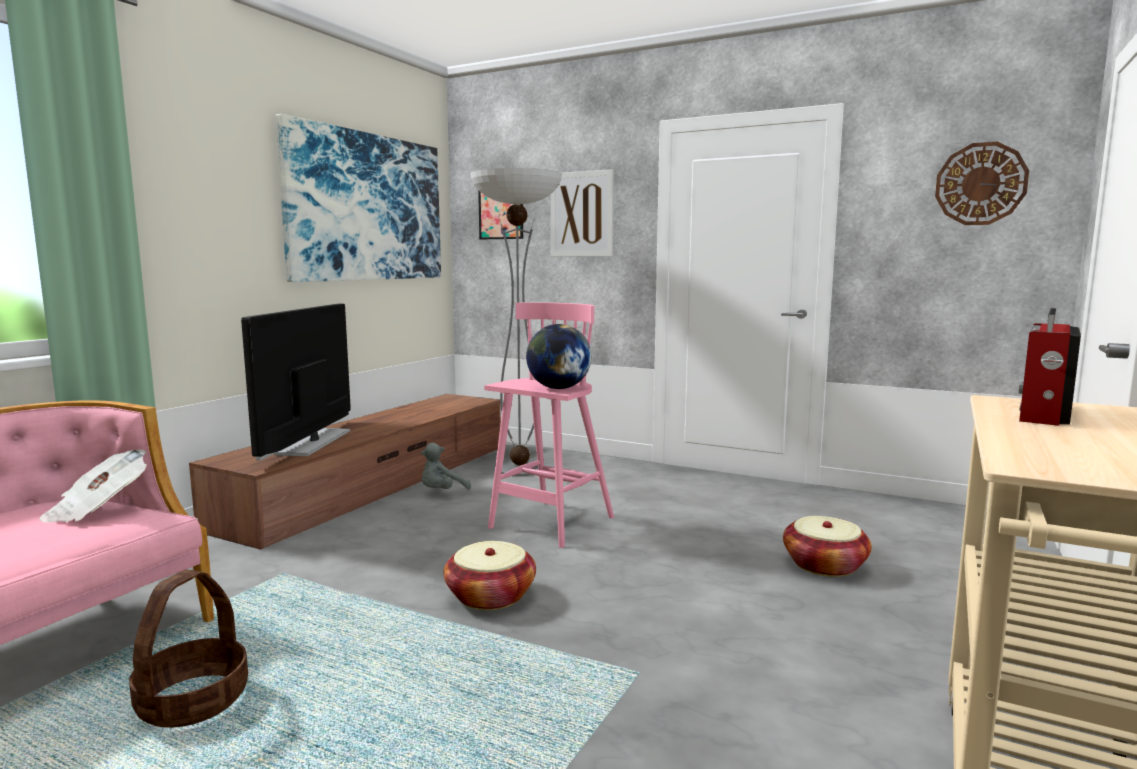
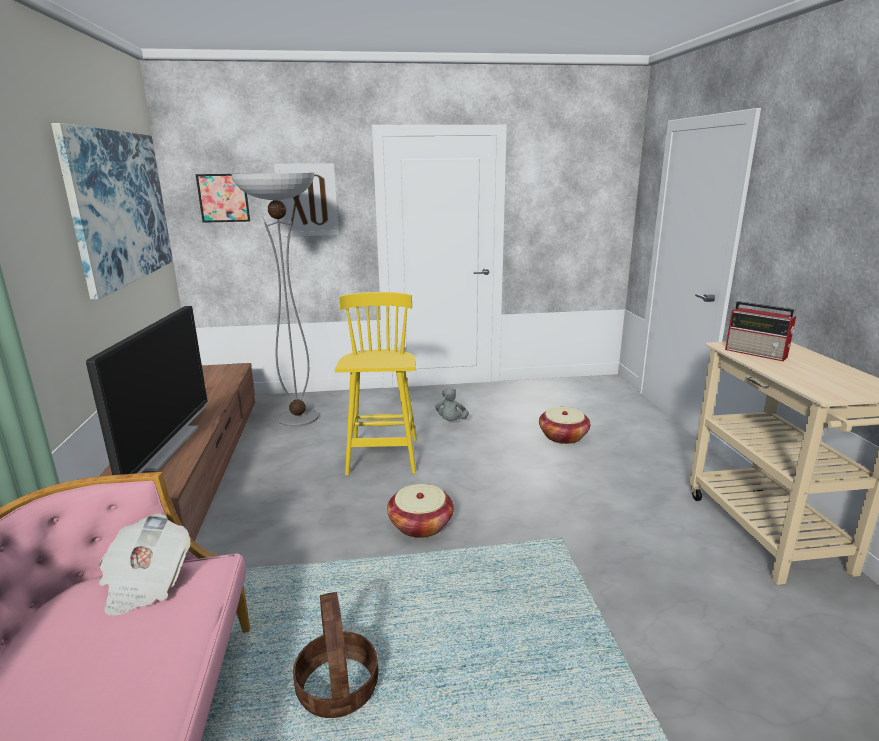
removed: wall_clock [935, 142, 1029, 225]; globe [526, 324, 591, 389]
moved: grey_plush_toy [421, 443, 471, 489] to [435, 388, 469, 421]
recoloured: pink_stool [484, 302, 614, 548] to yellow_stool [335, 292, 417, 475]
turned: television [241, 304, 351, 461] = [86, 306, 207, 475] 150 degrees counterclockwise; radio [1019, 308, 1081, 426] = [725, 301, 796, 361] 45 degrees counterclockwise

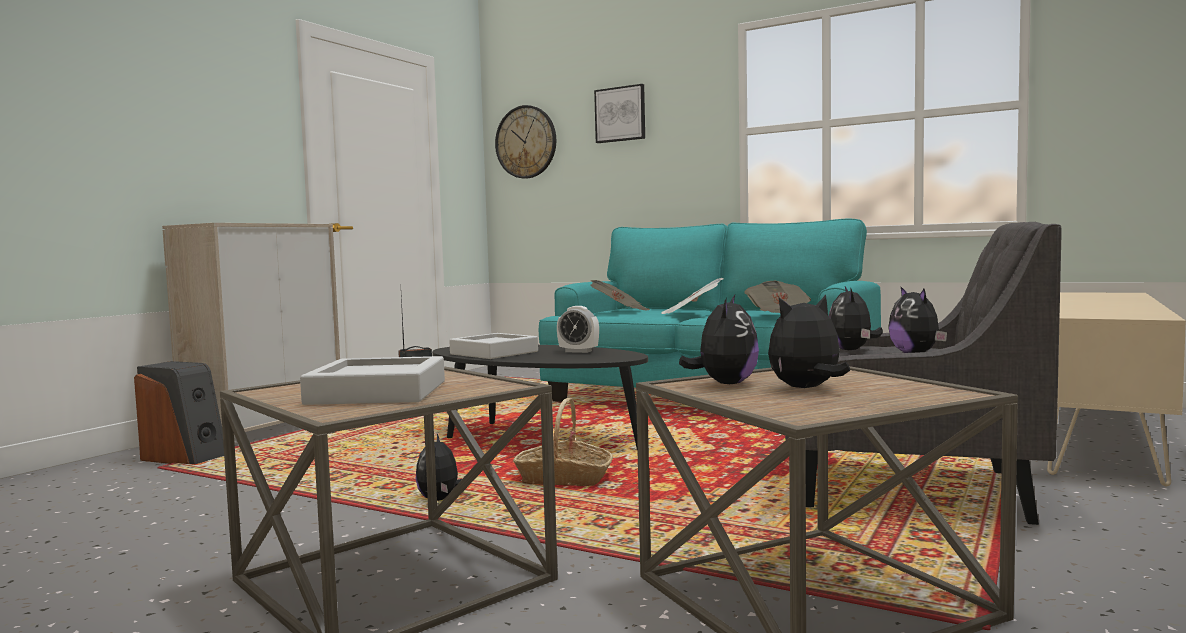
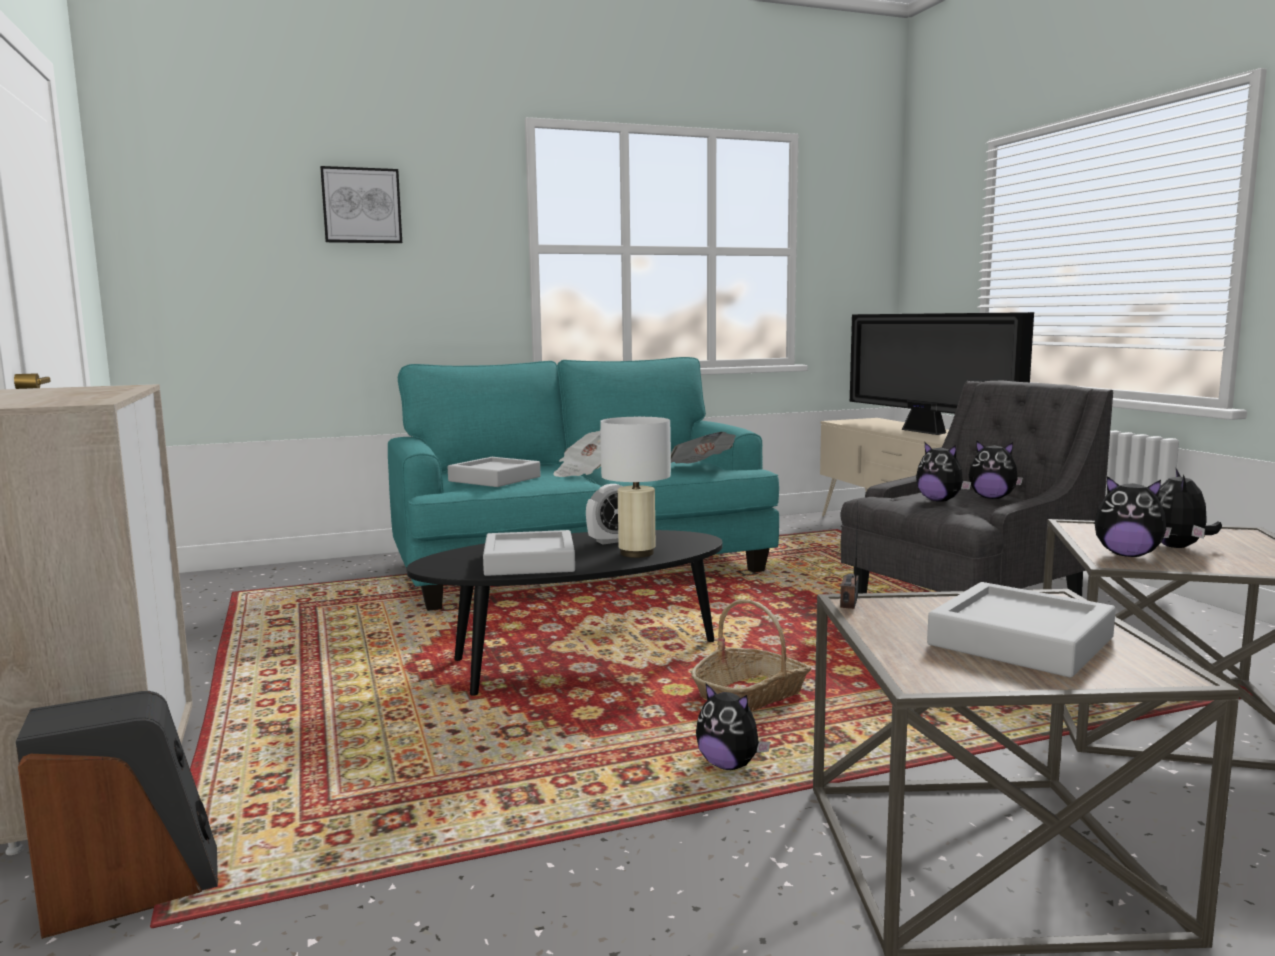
removed: wall_clock [495, 105, 556, 179]
added: television [850, 312, 1034, 435]; white_table_lamp [600, 417, 671, 558]
replaced: newspaper [590, 280, 650, 310] to grey_tray [448, 457, 541, 487]
turned: plush_toy [679, 295, 759, 384] = [1094, 476, 1172, 557] 150 degrees clockwise

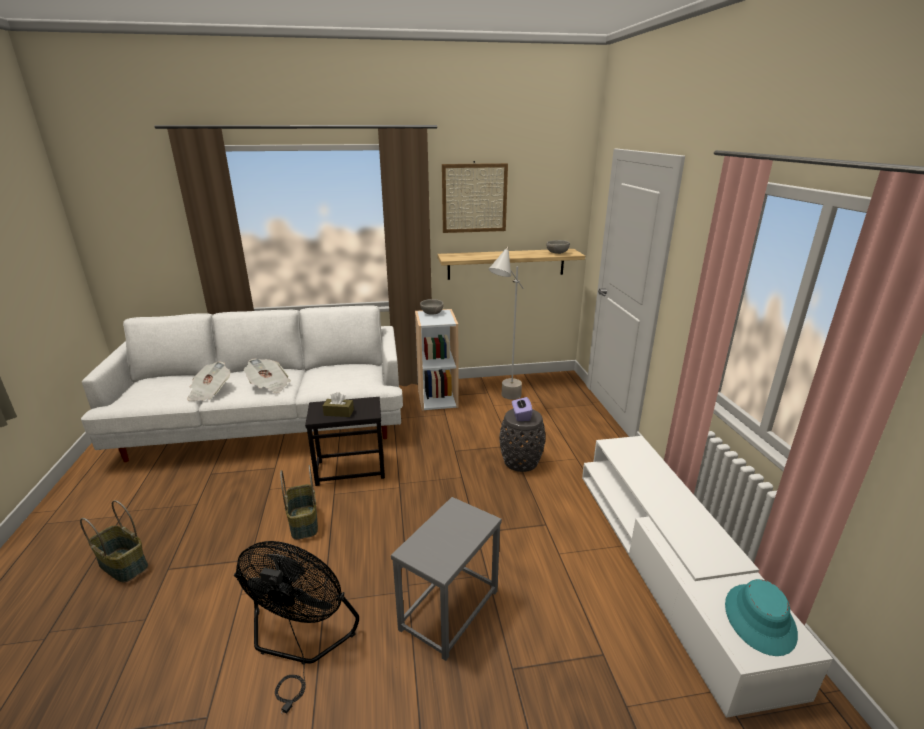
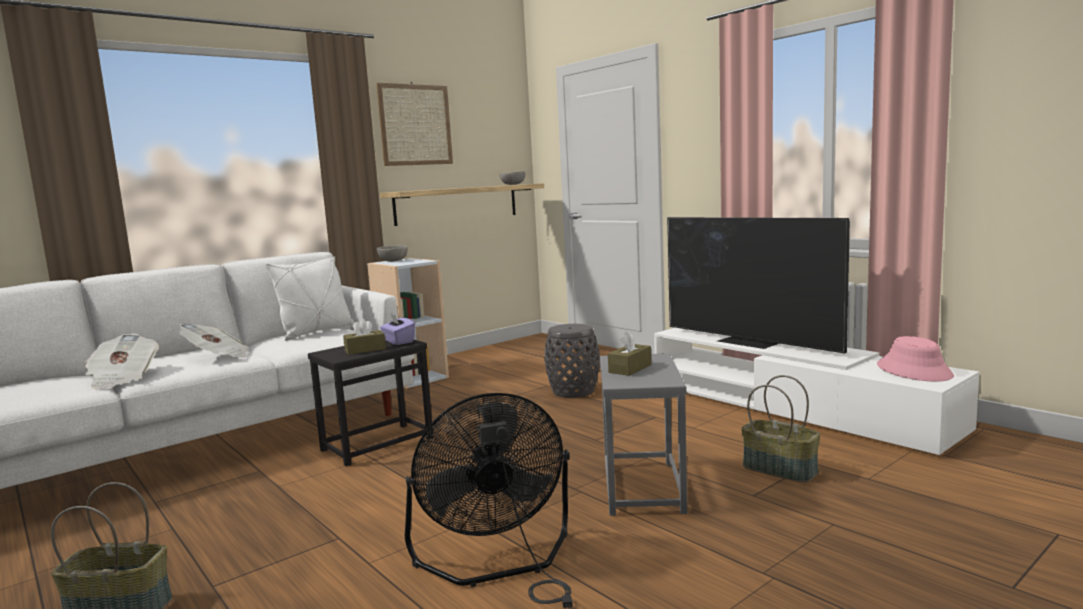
removed: grey_floor_lamp [489, 247, 524, 400]
added: television [667, 217, 850, 353]; white_pillow [265, 256, 354, 341]; brown_tissue_box [608, 331, 651, 376]
moved: purple_tissue_box [512, 397, 533, 421] to [380, 313, 415, 345]; basket [280, 465, 318, 540] to [741, 375, 821, 482]
recoloured: turquoise_hat [725, 579, 798, 656] to pink_hat [877, 336, 954, 382]

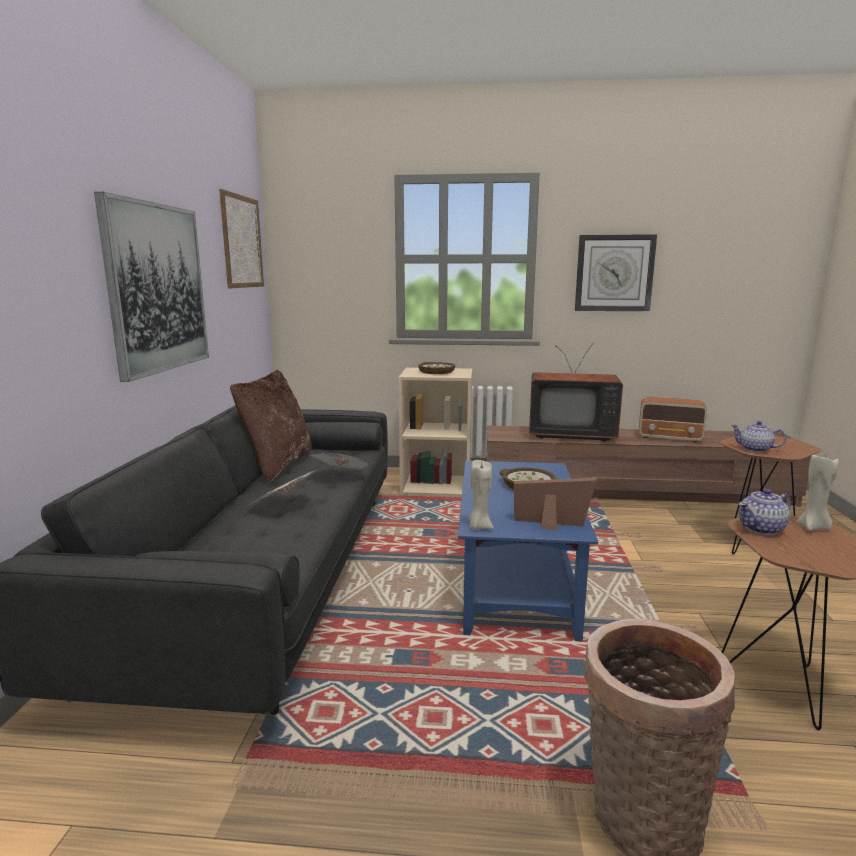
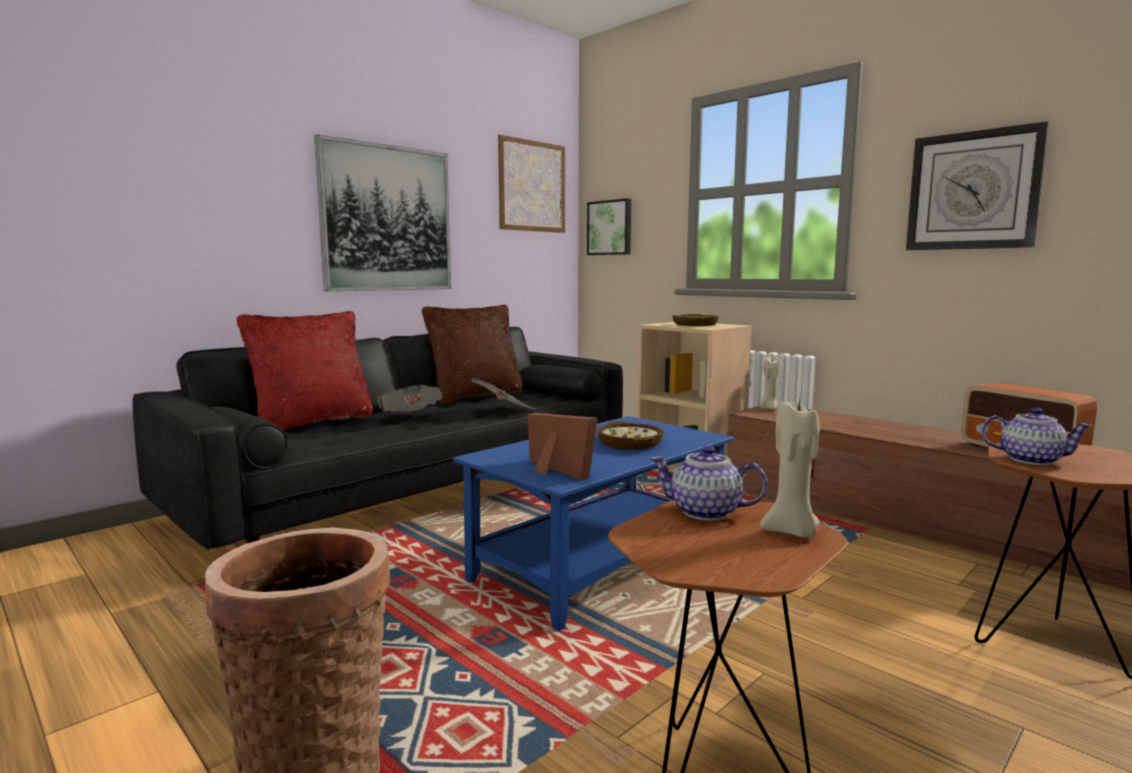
removed: television [529, 344, 623, 442]
added: picture [587, 198, 631, 255]; red_pillow [236, 311, 373, 430]
moved: beige_candle [468, 460, 494, 530] to [760, 356, 781, 410]
turned: teapot [731, 421, 786, 452] = [981, 408, 1092, 465] 135 degrees clockwise

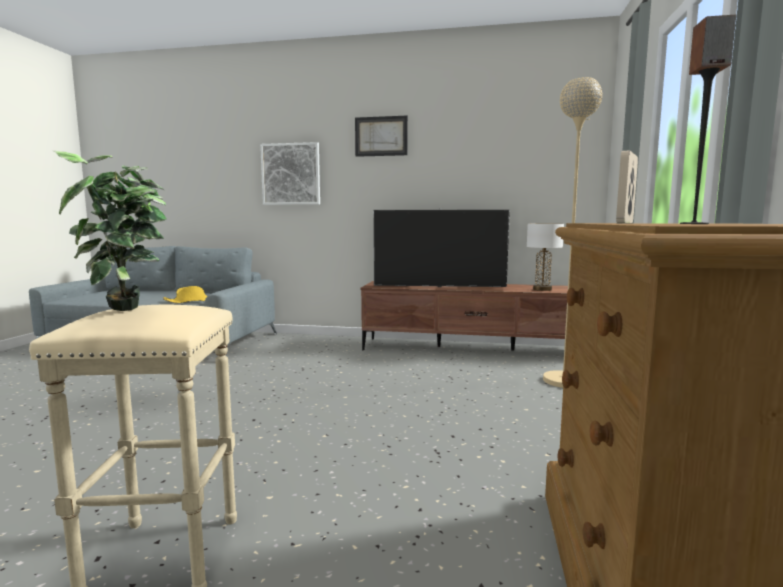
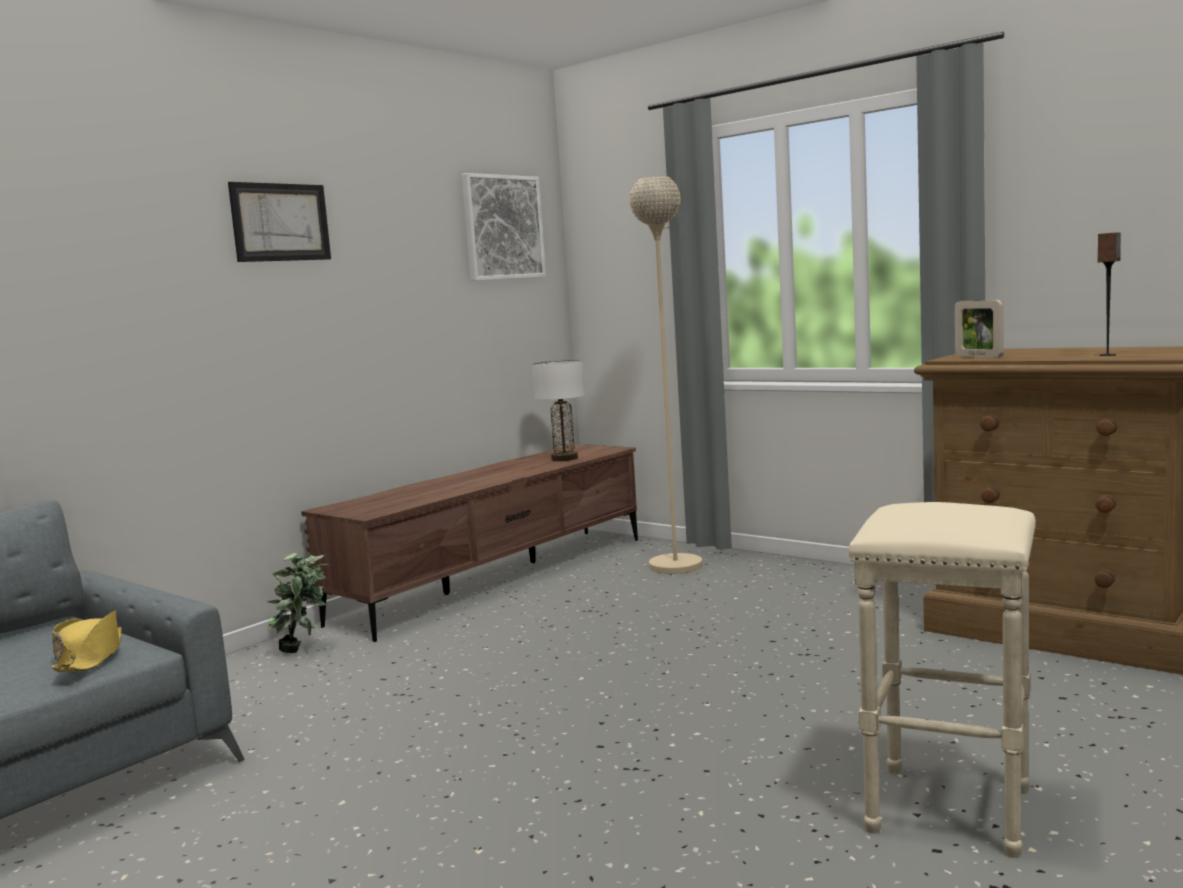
removed: television [373, 208, 510, 287]
moved: picture [260, 142, 320, 205] to [462, 173, 546, 281]; potted_plant [54, 151, 167, 311] to [267, 553, 329, 653]

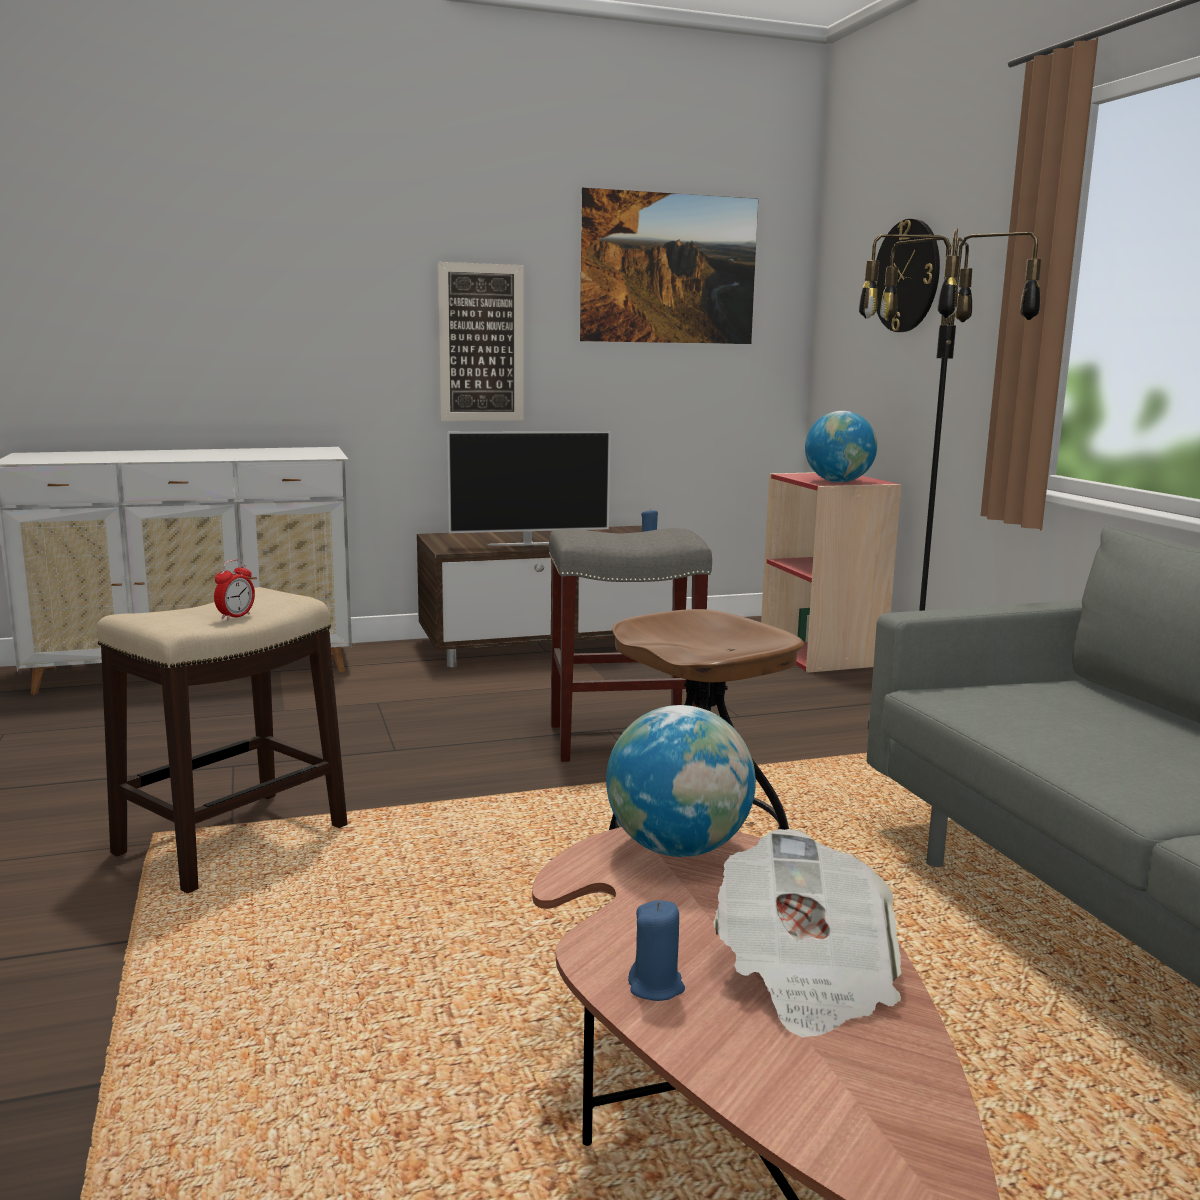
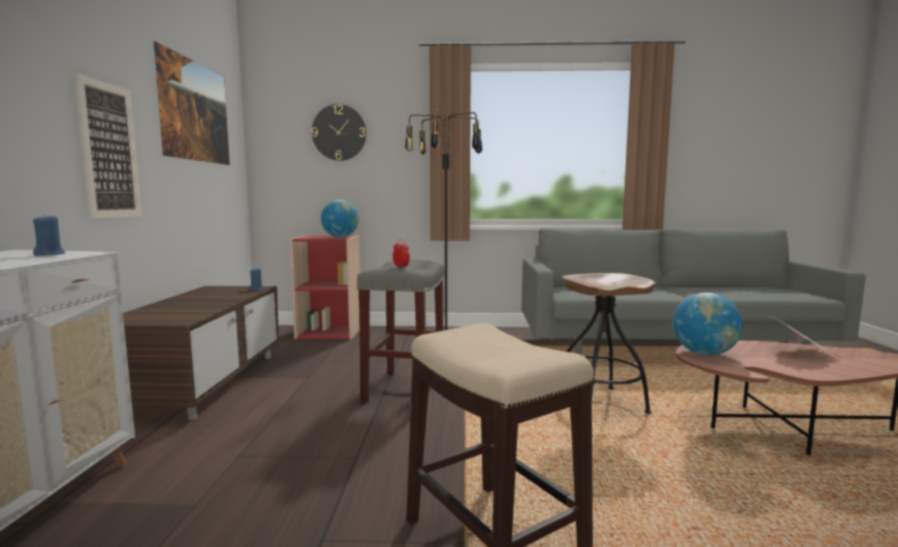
removed: television [447, 431, 611, 545]
moved: alarm_clock [214, 559, 255, 620] to [393, 239, 410, 268]; blue_candle [628, 900, 685, 1001] to [33, 214, 65, 256]

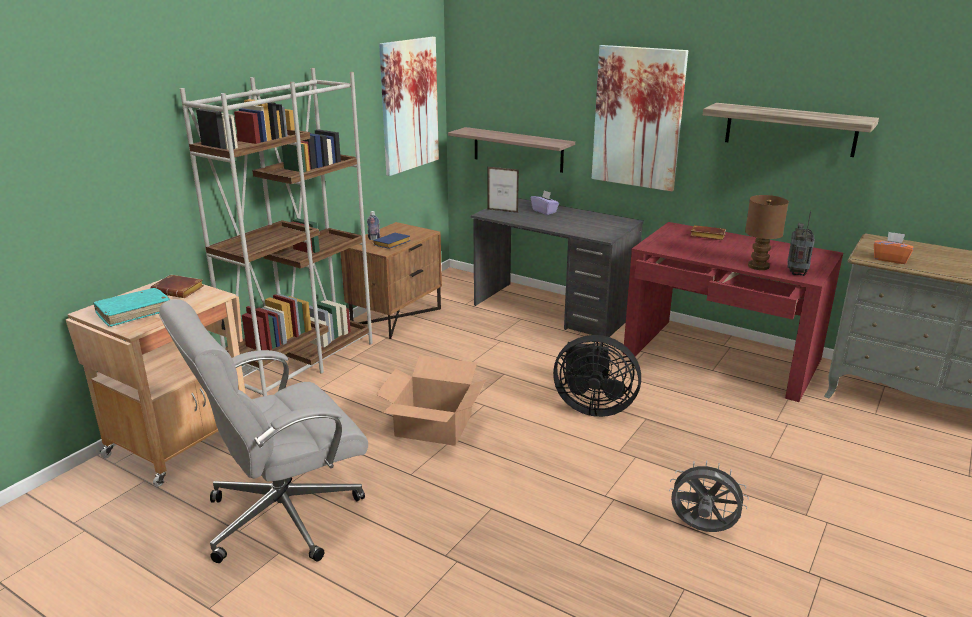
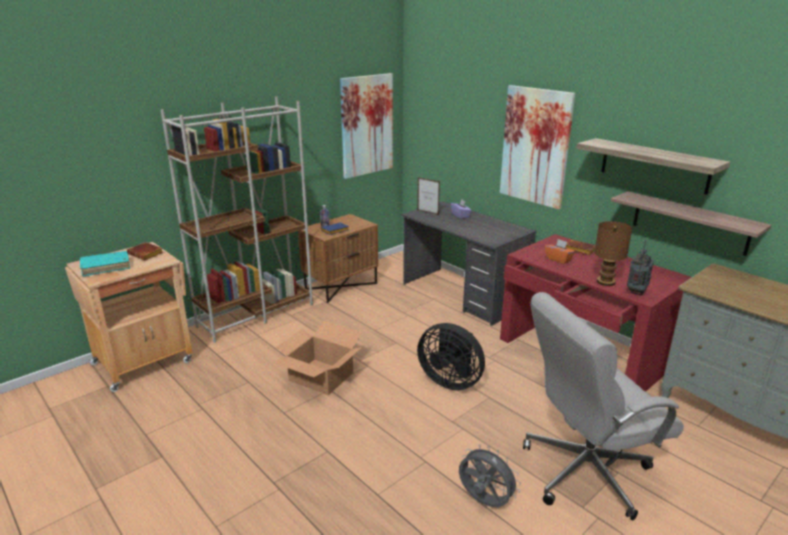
moved: shelf [448, 127, 575, 173] to [611, 191, 772, 256]; orange_tissue_box [874, 232, 913, 264] to [545, 239, 575, 264]; grey_office_chair [159, 299, 368, 563] to [523, 292, 684, 520]

